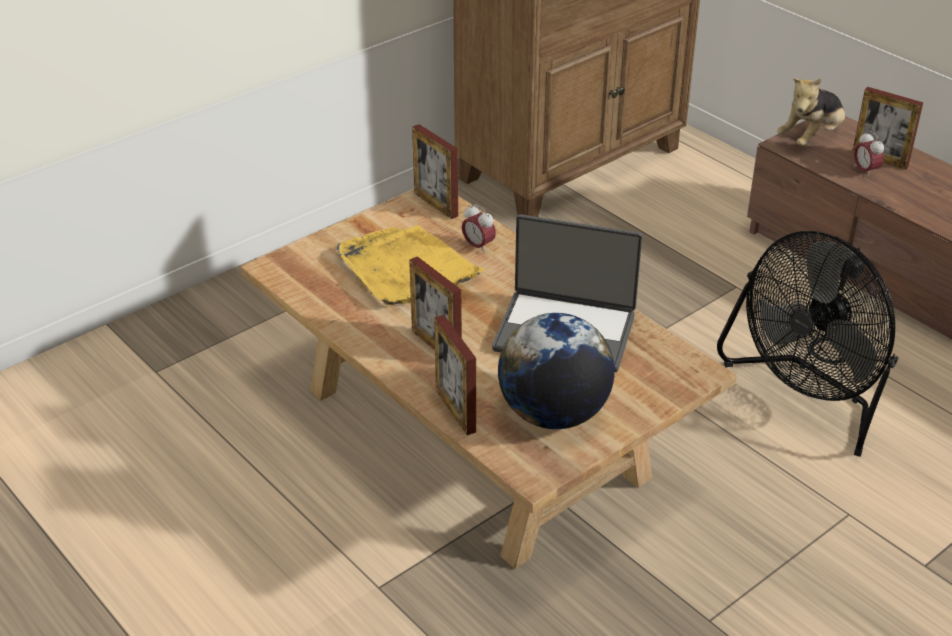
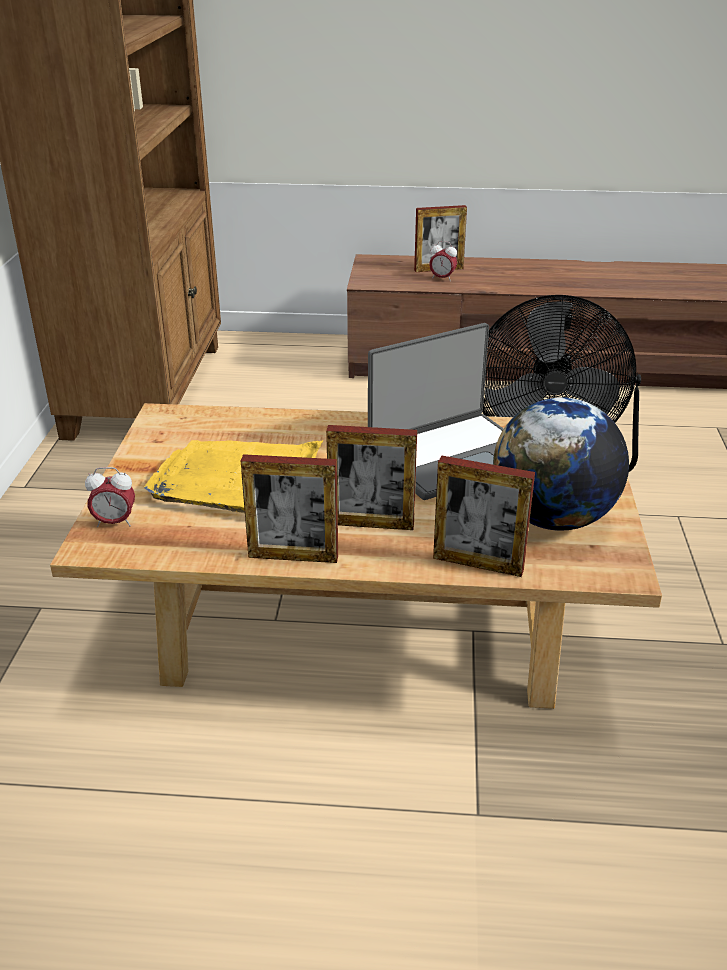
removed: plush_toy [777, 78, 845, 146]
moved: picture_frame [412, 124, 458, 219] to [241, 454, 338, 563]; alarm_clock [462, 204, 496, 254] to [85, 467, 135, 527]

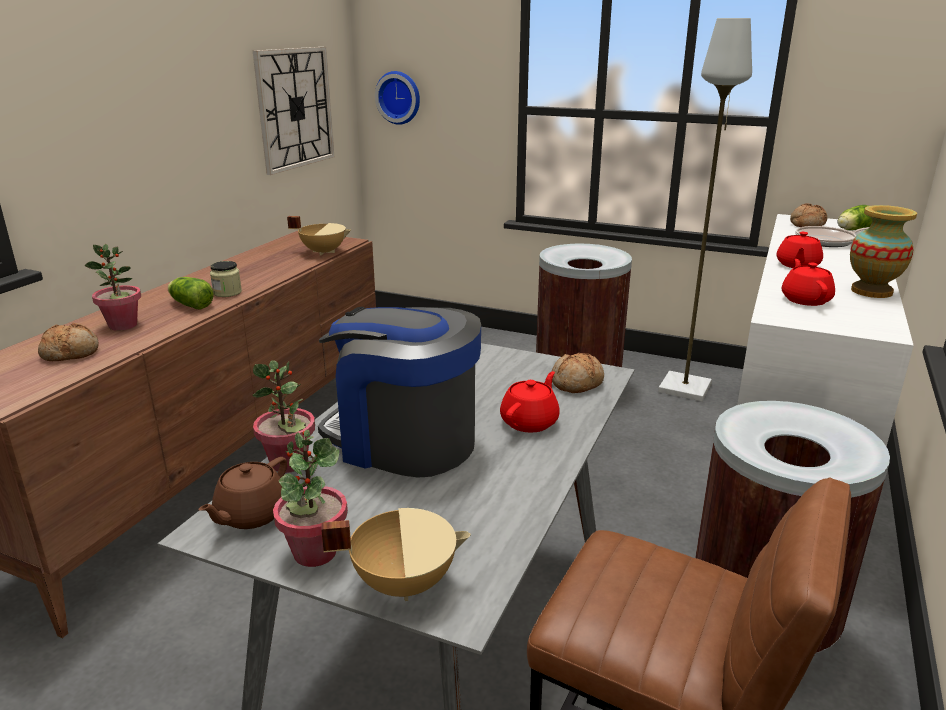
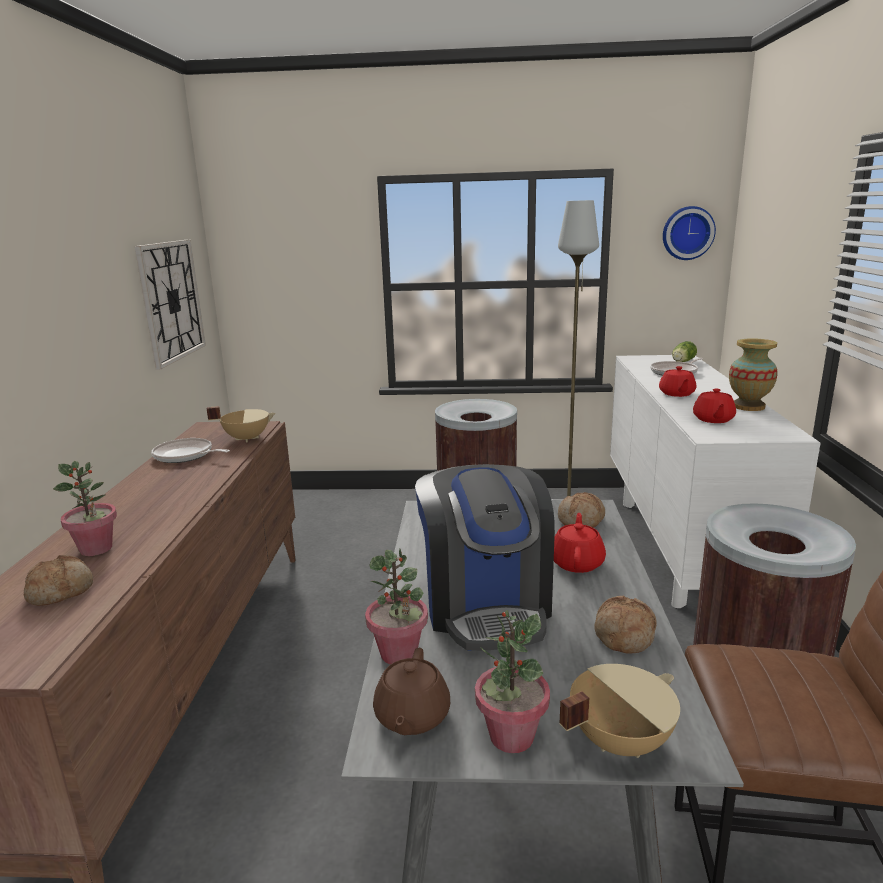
removed: jar [210, 261, 242, 297]; lettuce [168, 277, 214, 310]
added: frying_pan [151, 438, 230, 463]
moved: wall_clock [375, 71, 420, 125] to [663, 206, 716, 260]; bread [790, 203, 827, 227] to [594, 596, 656, 653]
turned: red_teapot [782, 259, 835, 306] = [693, 388, 736, 423] 150 degrees counterclockwise; coffee_machine [318, 307, 481, 478] = [415, 464, 555, 651] 105 degrees counterclockwise

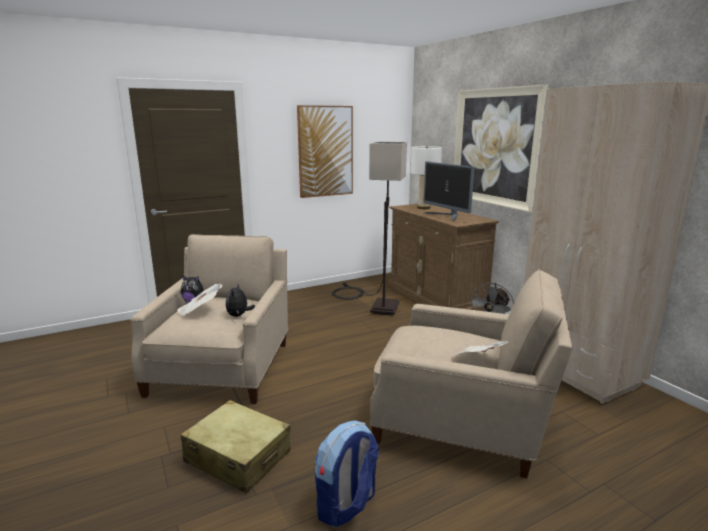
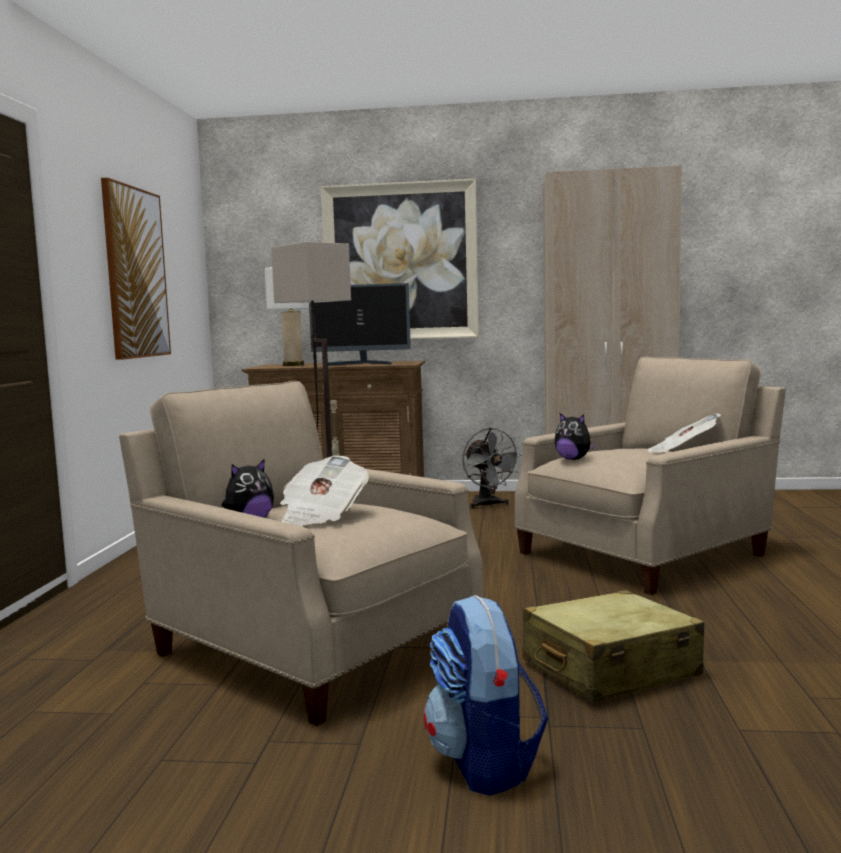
moved: plush_toy [225, 283, 255, 317] to [554, 413, 597, 460]; backpack [315, 420, 379, 527] to [424, 595, 548, 796]

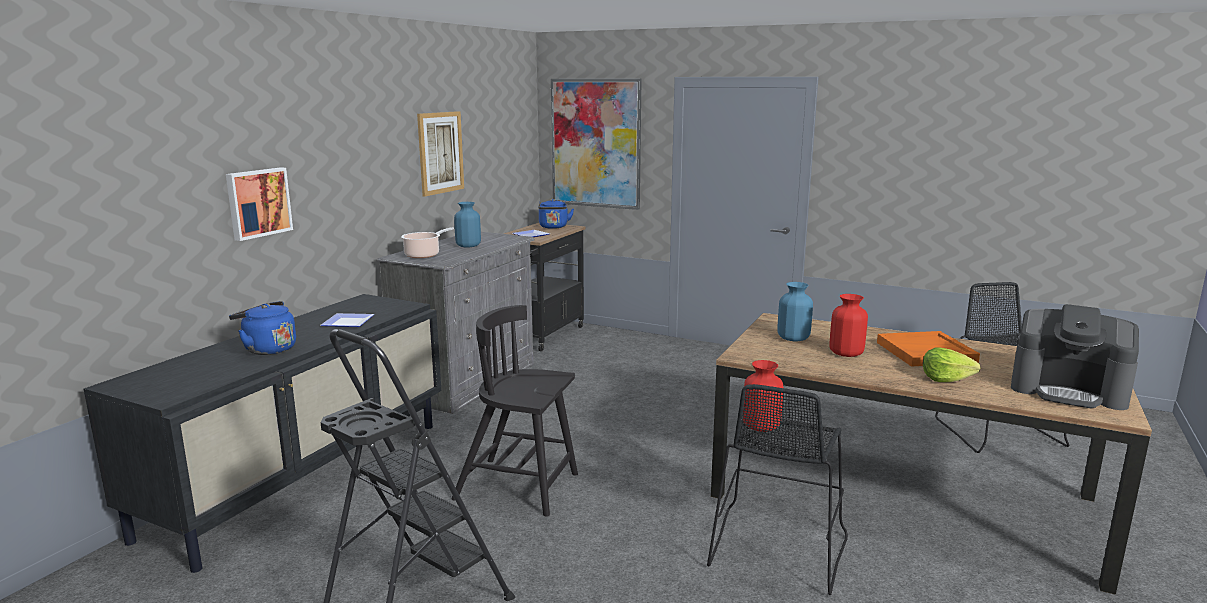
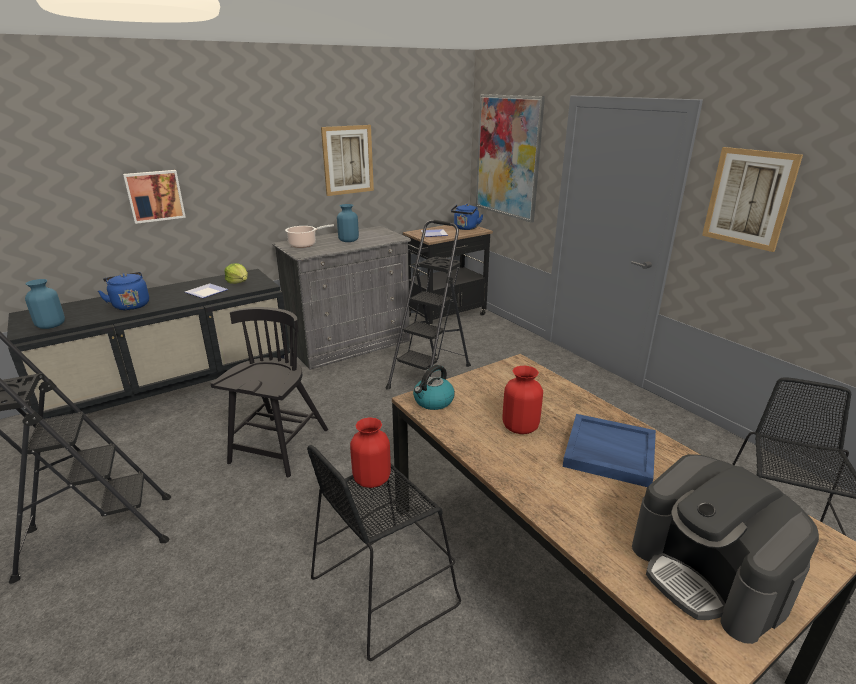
added: picture [702, 147, 803, 252]; step_ladder [385, 220, 471, 390]; kettle [413, 365, 455, 410]
moved: blue_vase [777, 282, 813, 341] to [25, 279, 65, 329]; lettuce [923, 348, 980, 382] to [224, 263, 248, 284]
recoloured: orange_tray [877, 331, 980, 367] to blue_tray [563, 414, 656, 487]
turned: black_chair [451, 305, 578, 517] = [210, 307, 328, 477] 60 degrees clockwise

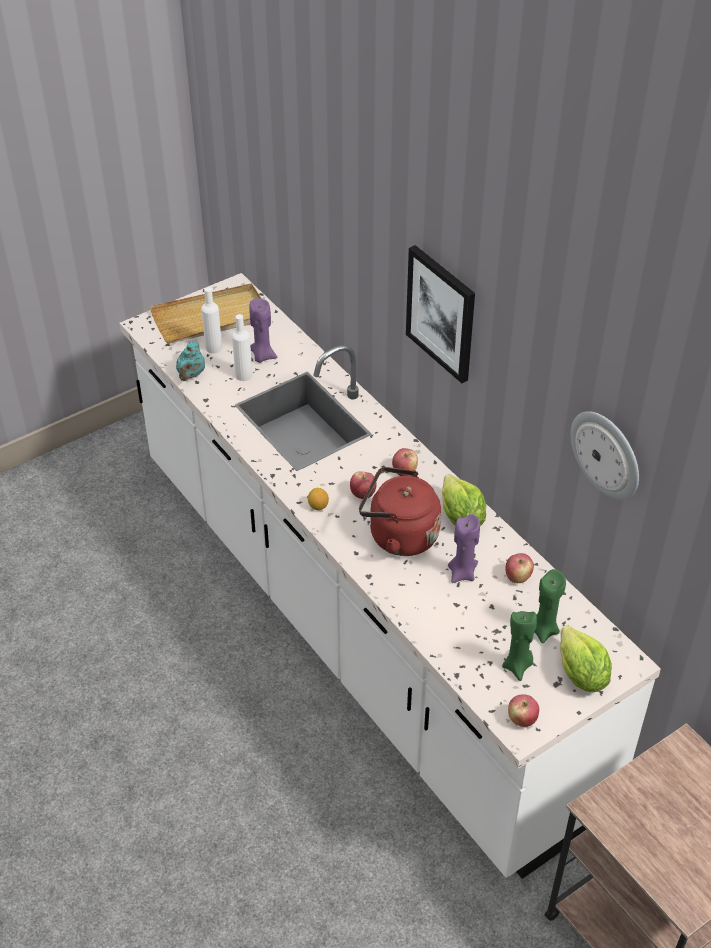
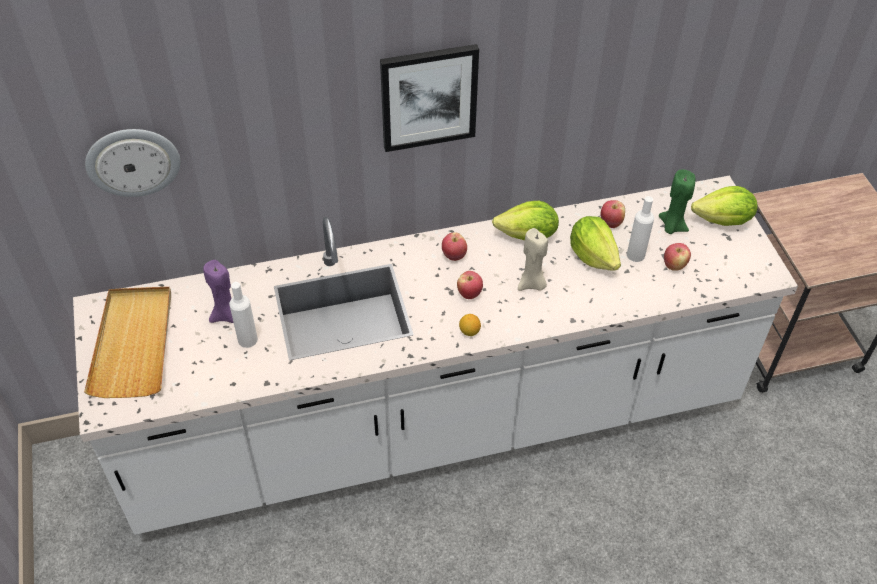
removed: turquoise_teapot [176, 342, 205, 381]; green_candle [502, 611, 537, 681]
moved: white_bottle [201, 287, 222, 354] to [627, 196, 654, 262]; wall_clock [570, 411, 639, 500] to [85, 129, 180, 197]; apple [508, 694, 539, 727] to [664, 243, 691, 271]
replaced: red_kettle [359, 467, 441, 556] to beige_candle [518, 228, 548, 291]; purple_candle [448, 514, 480, 583] to lettuce [570, 216, 621, 271]

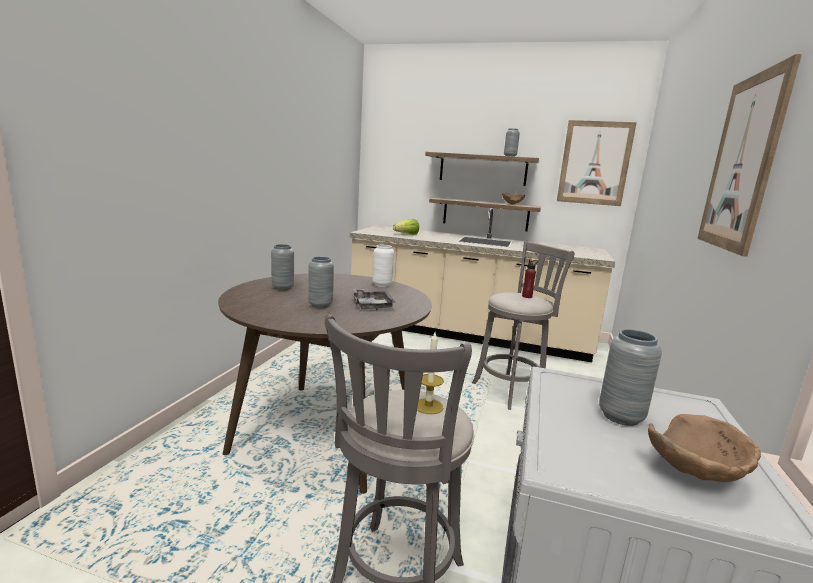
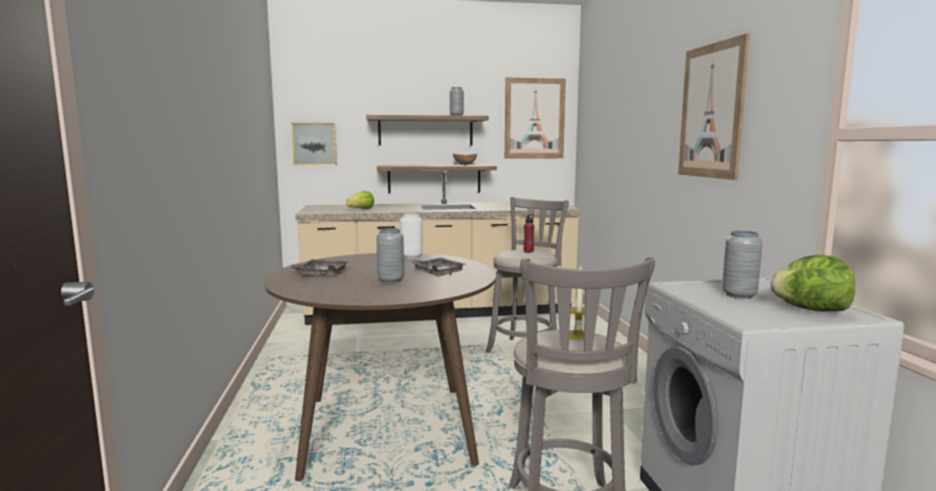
added: picture [291, 123, 337, 166]
replaced: grey_vase [271, 244, 294, 290] to grey_tray [286, 259, 350, 276]; brown_bowl [648, 414, 761, 482] to lettuce [770, 255, 855, 312]

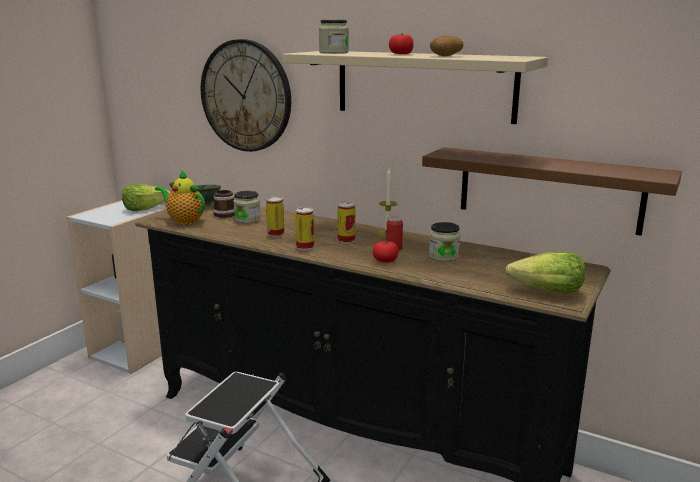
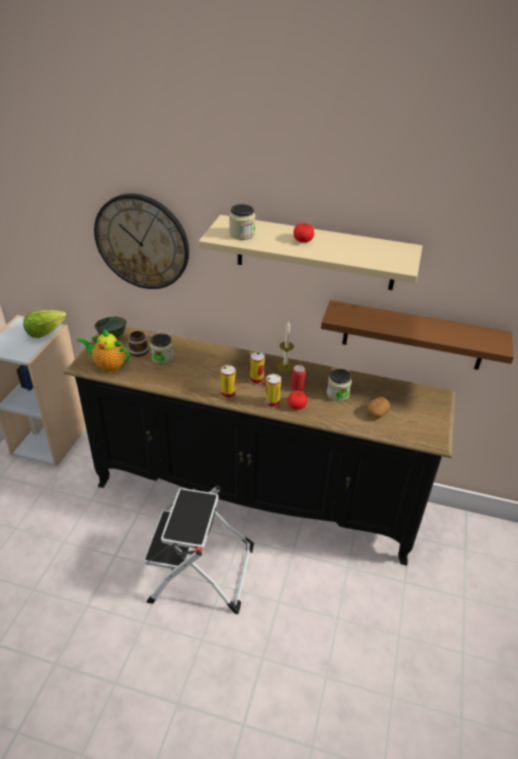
removed: lettuce [505, 251, 585, 294]
moved: potato [430, 35, 464, 56] to [367, 397, 390, 418]; can [266, 196, 284, 237] to [265, 374, 281, 408]

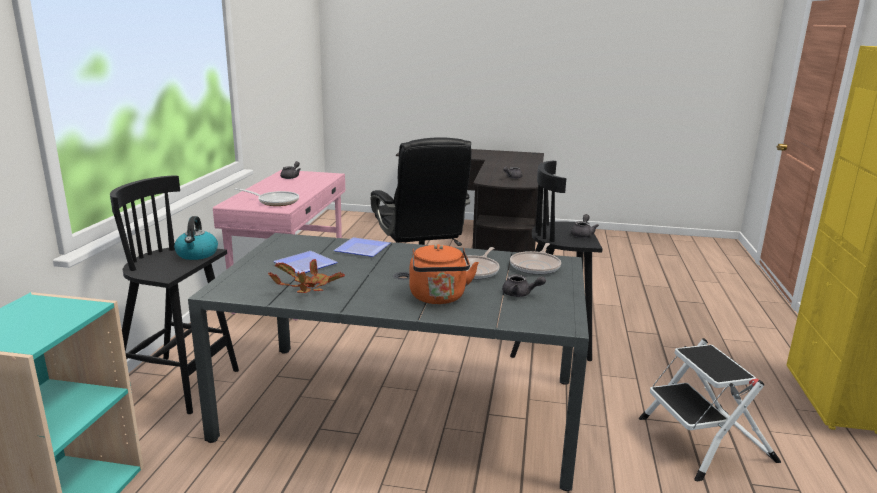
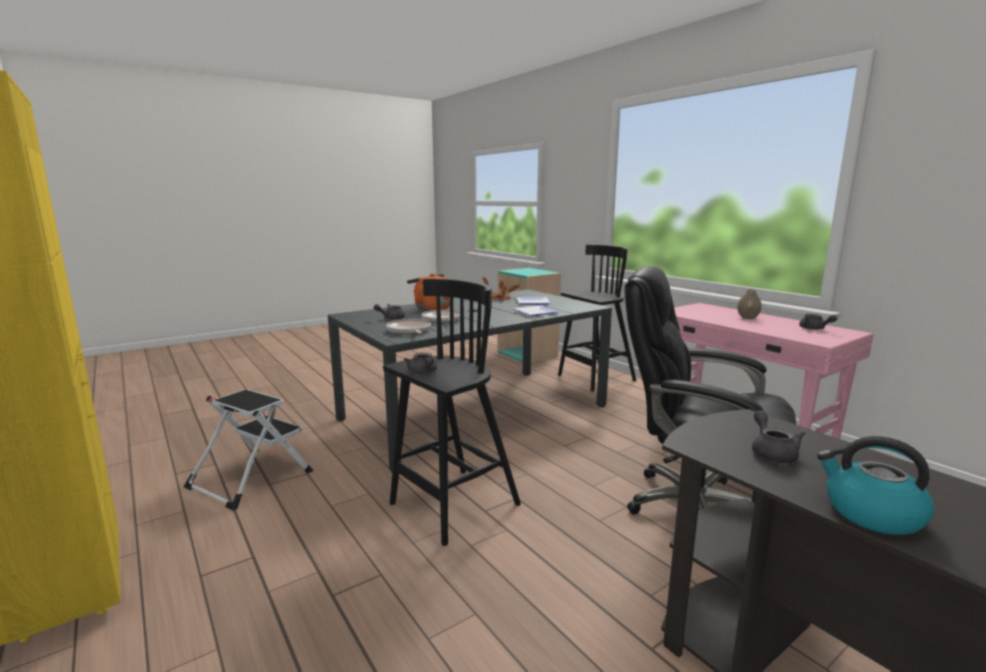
removed: frying_pan [235, 188, 299, 206]
added: vase [737, 289, 762, 319]
moved: kettle [174, 216, 218, 260] to [817, 436, 934, 535]

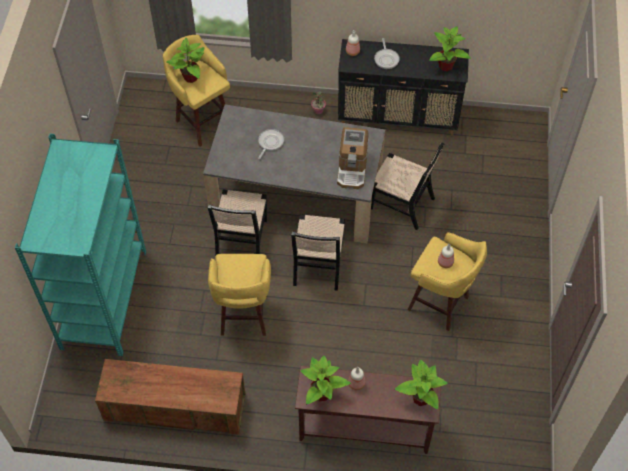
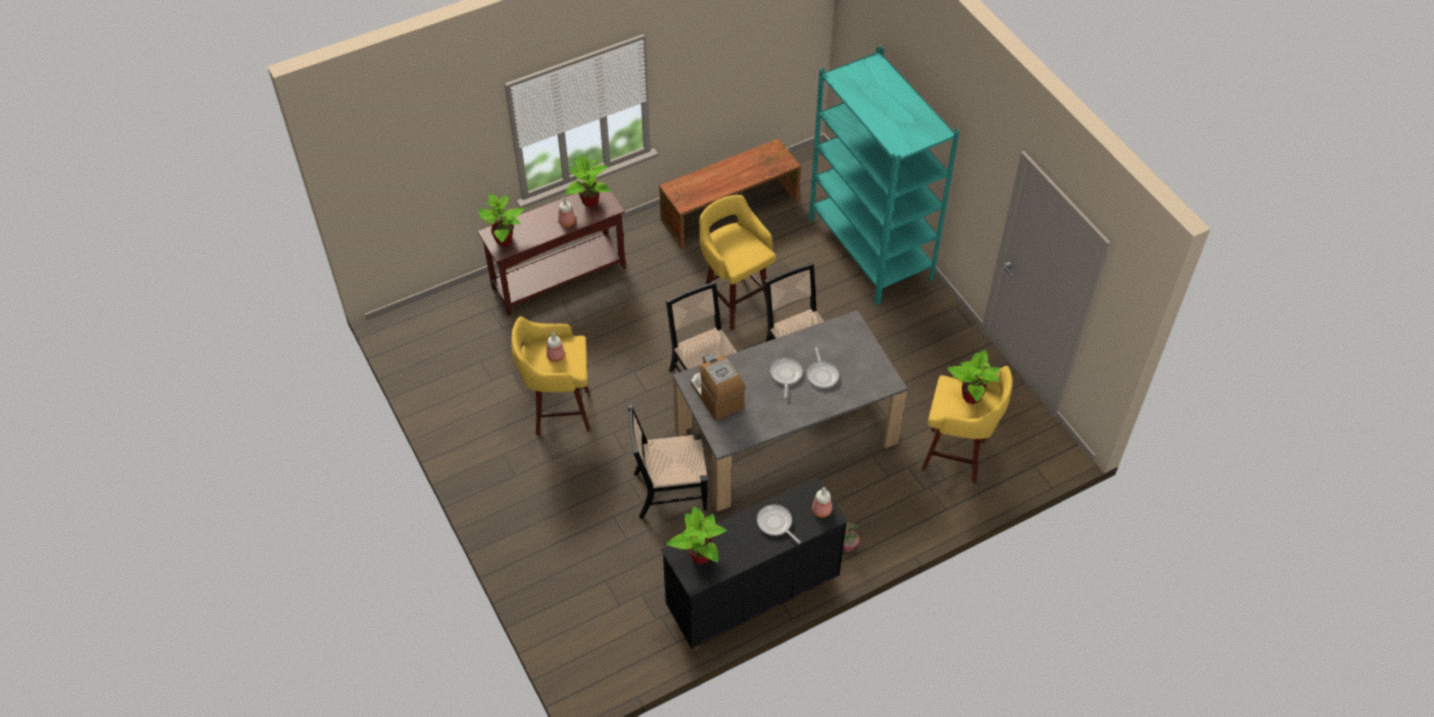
added: frying_pan [770, 358, 803, 398]

